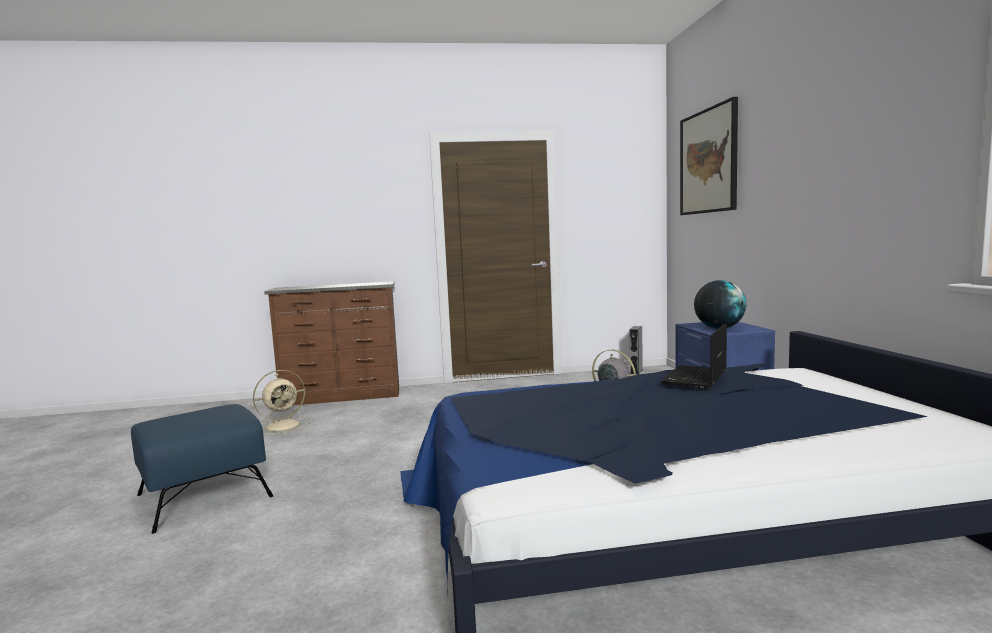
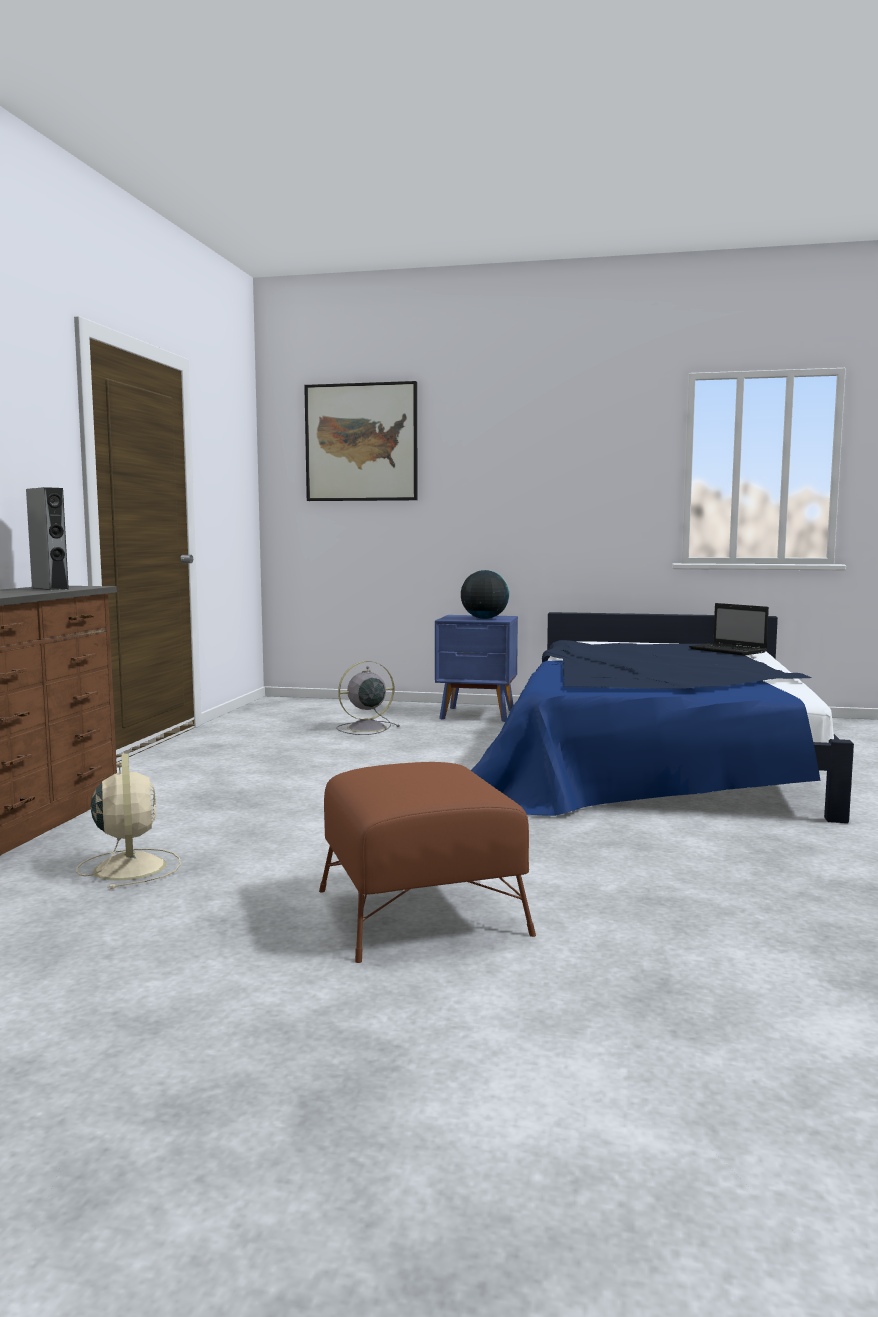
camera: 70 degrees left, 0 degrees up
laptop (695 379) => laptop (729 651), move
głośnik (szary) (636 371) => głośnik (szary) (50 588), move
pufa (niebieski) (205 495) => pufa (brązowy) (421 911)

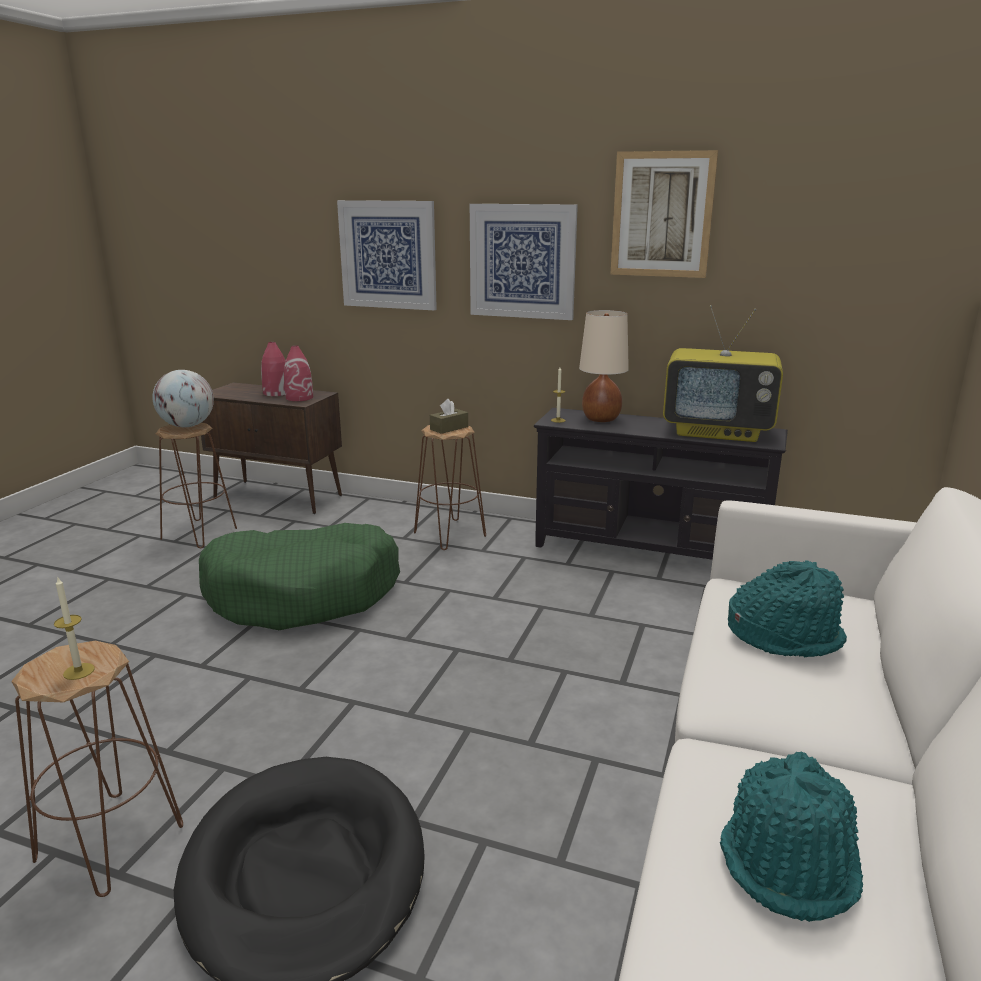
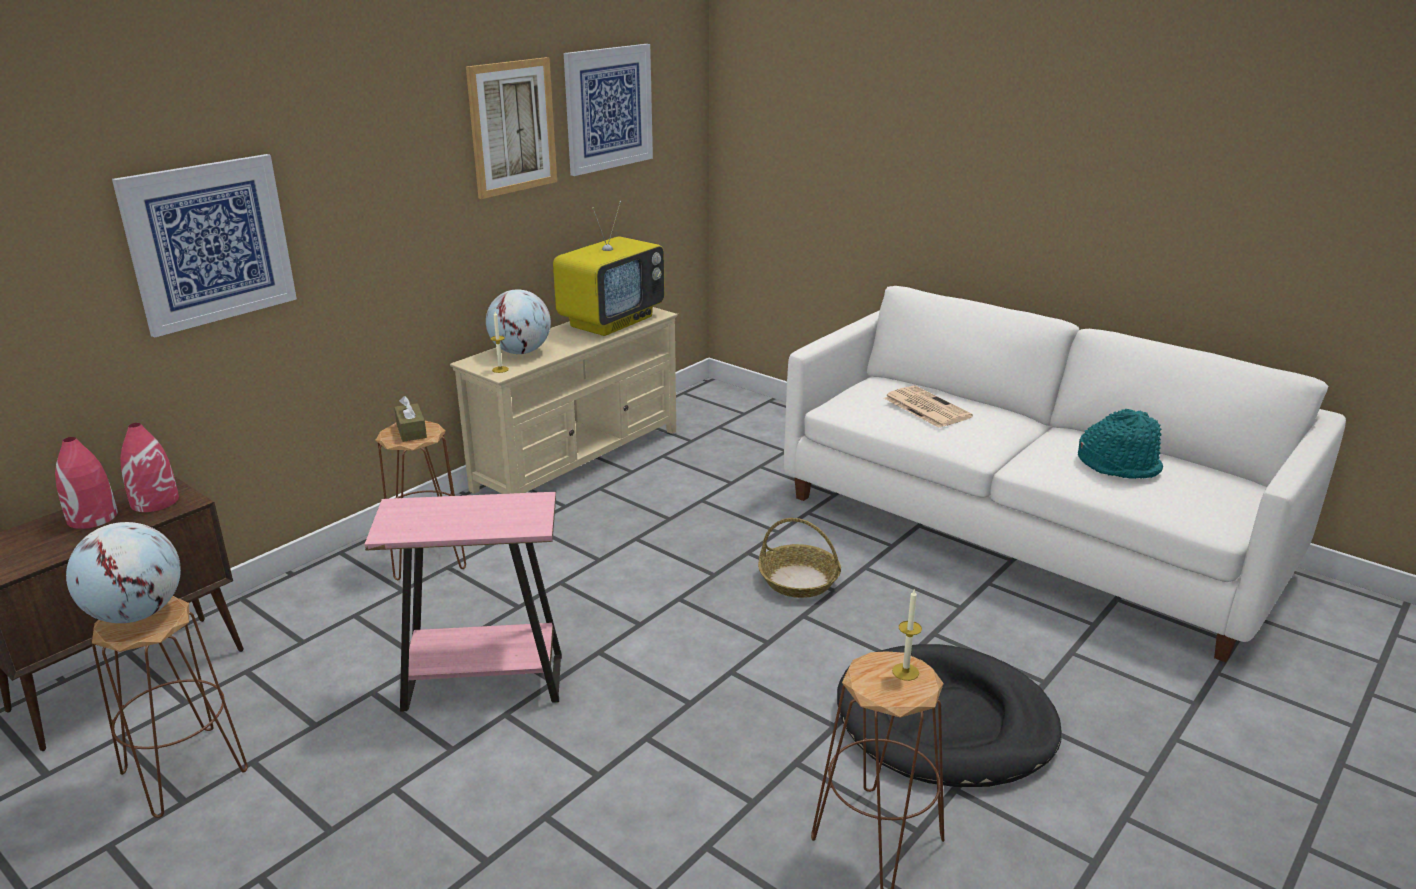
camera: 70 degrees left, 5 degrees up
obraz (522 261) => obraz (608 108), move
lampa stołowa (beżowy) (601 419) => globus (521 352)
szafka pod telewizor (czarny) (649 550) => szafka pod telewizor (beżowy) (578 460)
legowisko (zielony) (304 594) => stolik (różowy) (484 682)
kapelusz (turkusowy) (784 635) => gazeta (925 407)
nothing => koszyk (799 580)

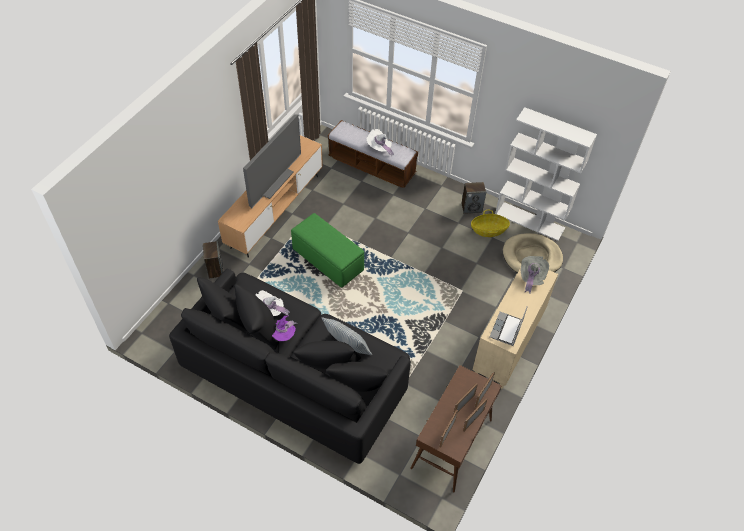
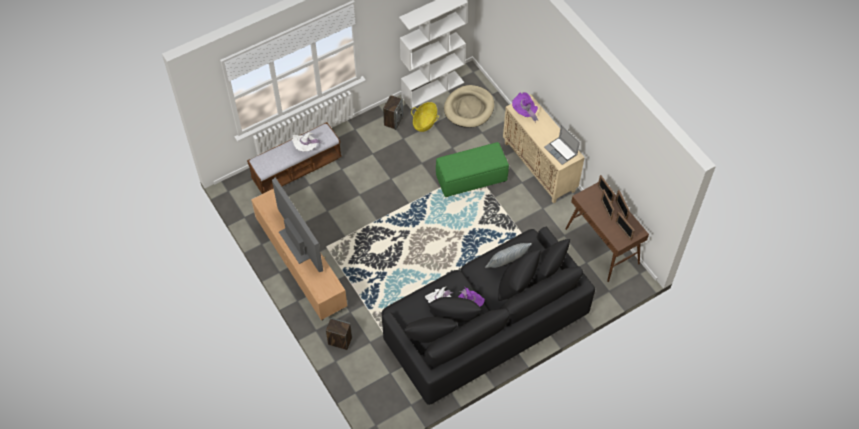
camera: 60 degrees left, 5 degrees up
pufa (zielony) (328 261) => pufa (zielony) (471 179), move
kapelusz (szary) (531 278) => kapelusz (fioletowy) (524 112)

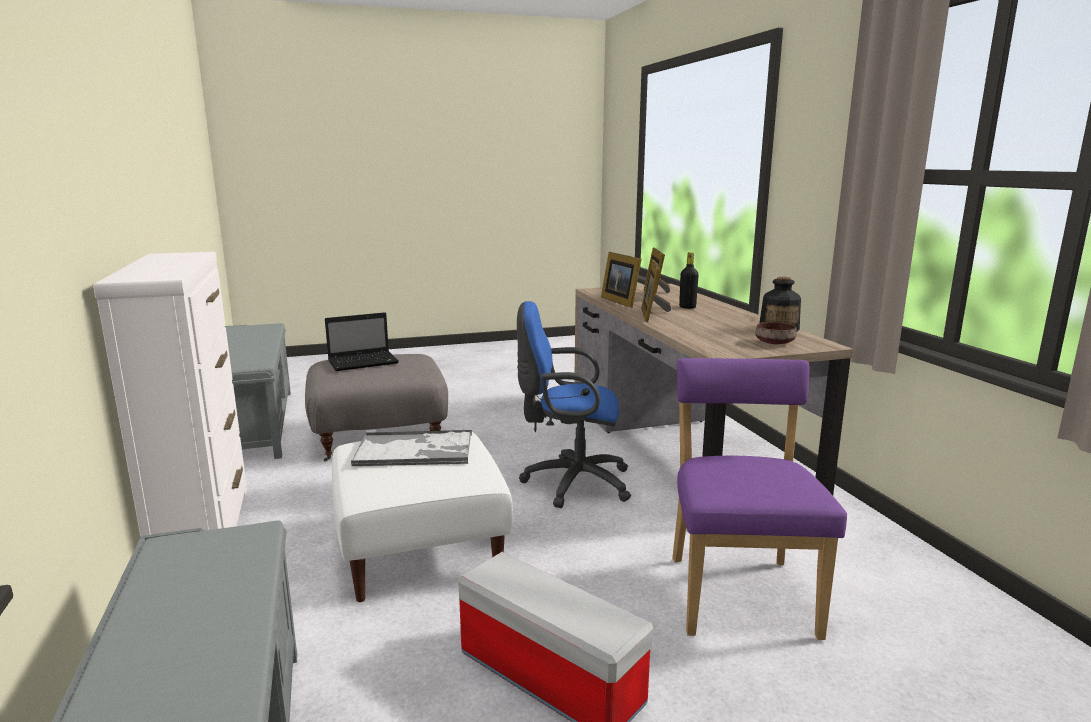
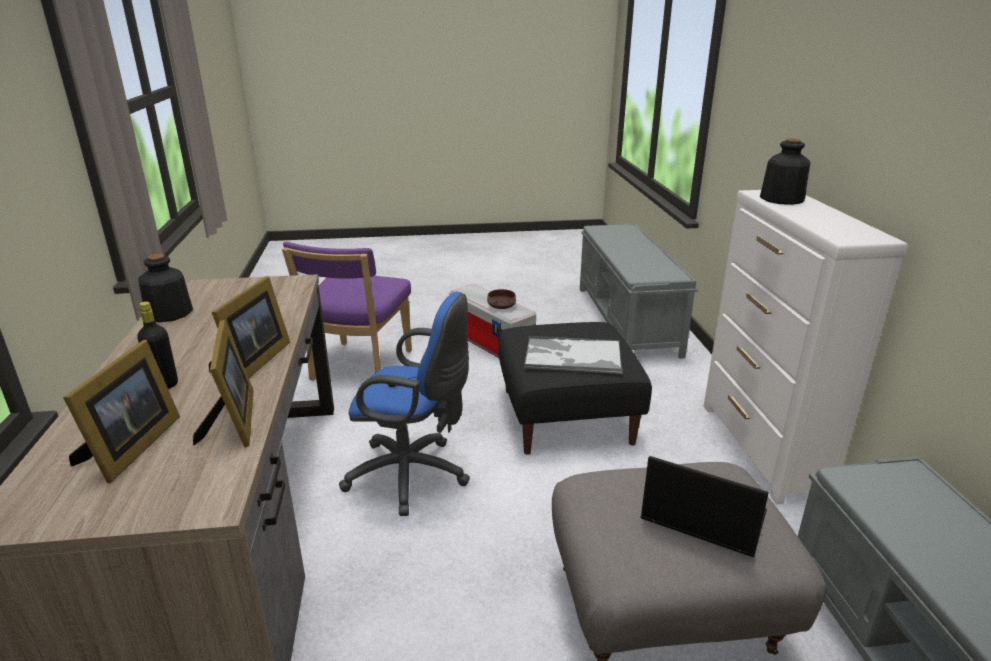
camera: 170 degrees left, 10 degrees up
laptop (364 362) => laptop (700 517), 45 degrees clockwise
miska (brązowy) (773 343) => miska (brązowy) (501 307), move
pufa (biały) (421 549) => pufa (czarny) (565 415)
nothing => butelka (781 199)

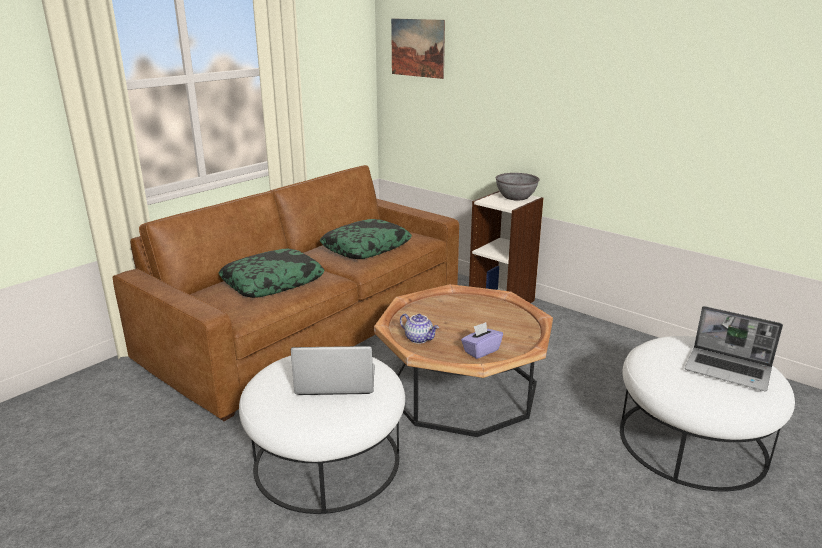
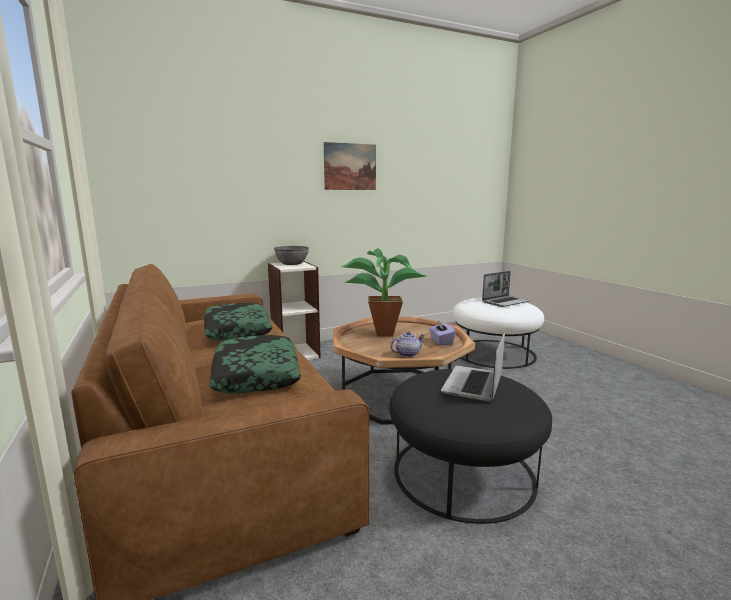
camera: 65 degrees left, 10 degrees down
obraz (417 48) => obraz (350 166), move
pufa (biały) (326 460) => pufa (czarny) (463 473)
nothing => roślina doniczkowa (380 333)

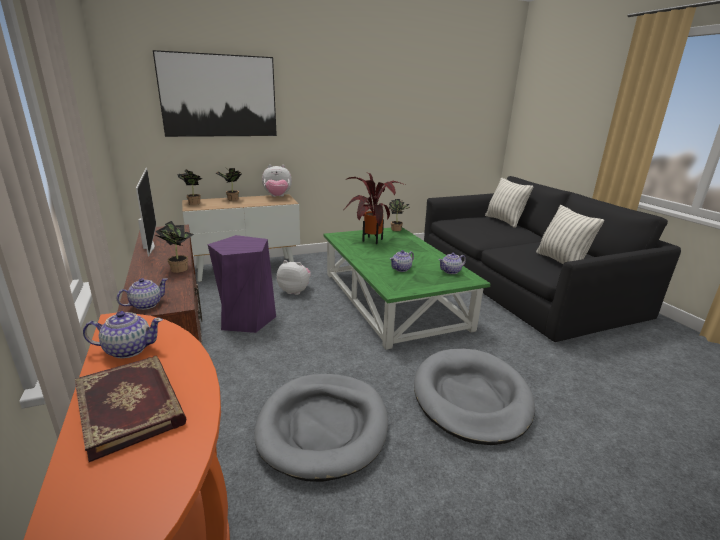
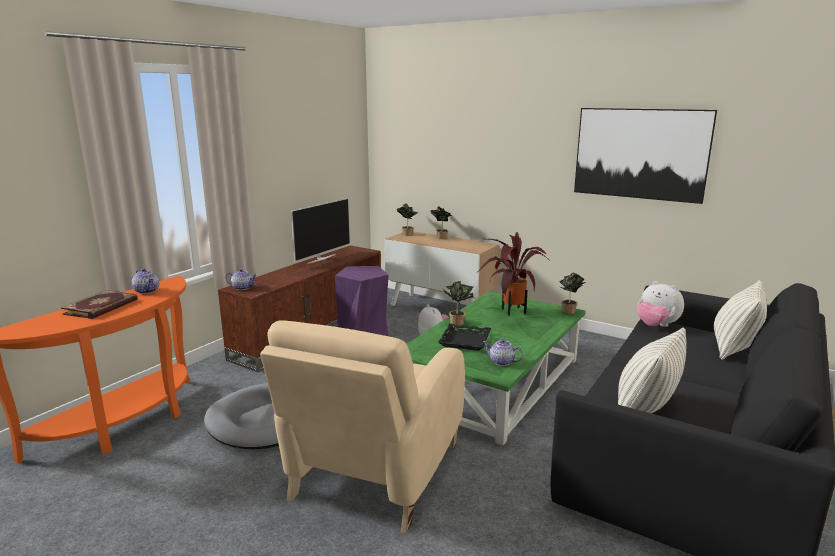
camera: 55 degrees right, 5 degrees down
obraz (219 96) => obraz (640 154), move
pluszak (277 197) => pluszak (656 326), move
roślina doniczkowa (178 268) => roślina doniczkowa (457 321), move
imbryk (401 269) => taca (czarny) (465 341)
legowisko (szary) (471 398) => fotel (beżowy) (374 473)

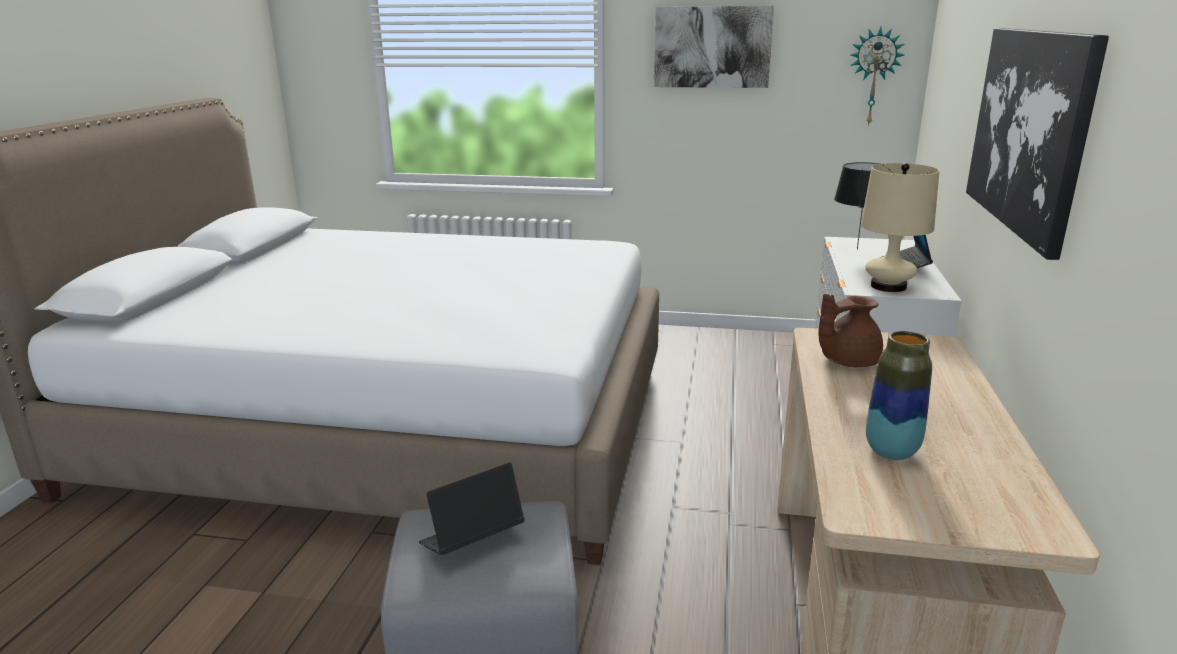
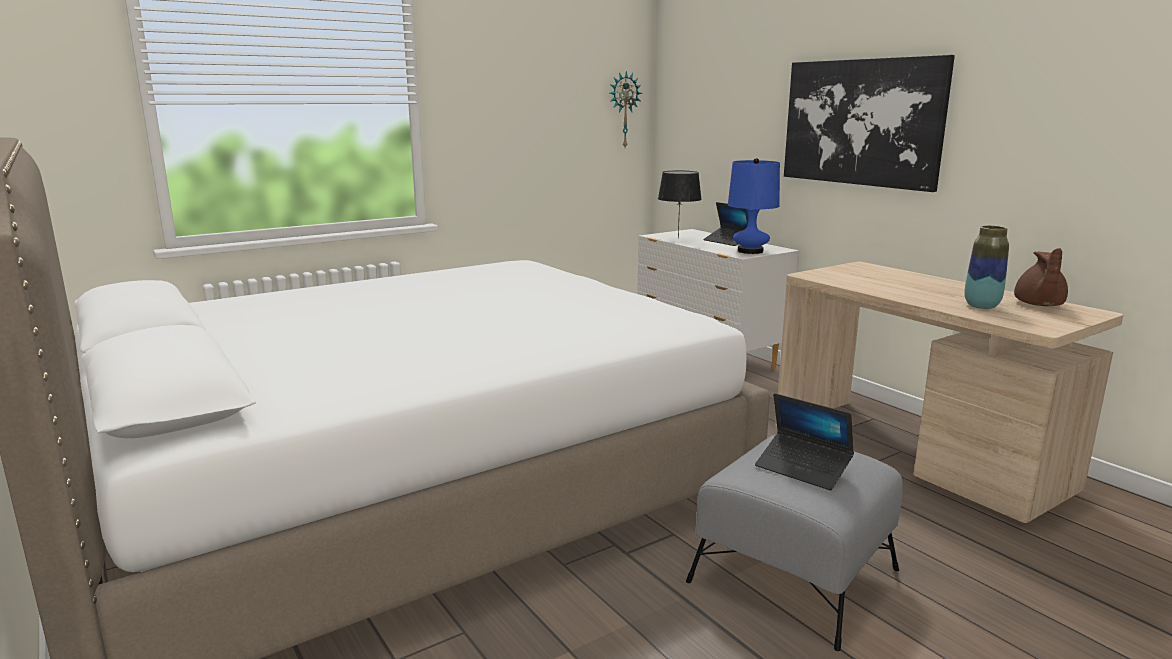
camera: 45 degrees left, 5 degrees down
obraz (712 47) => nothing
lampa stołowa (beżowy) (888 286) => lampa stołowa (niebieski) (750 251)
imbryk (brązowy) (846 361) => imbryk (brązowy) (1038 304), move
laptop (472 541) => laptop (803 468), 60 degrees counterclockwise

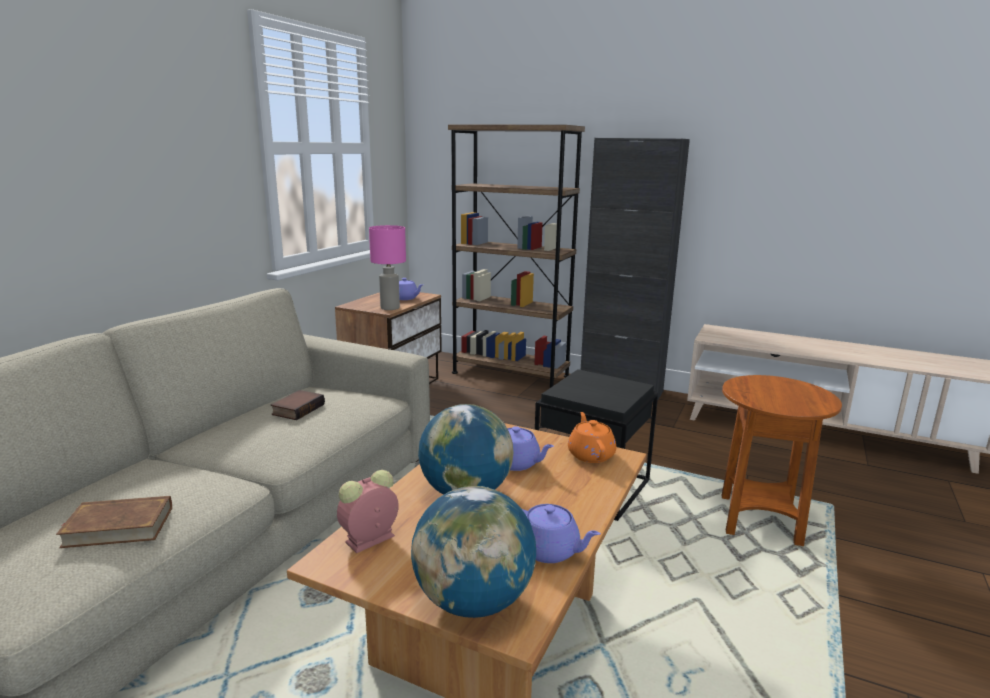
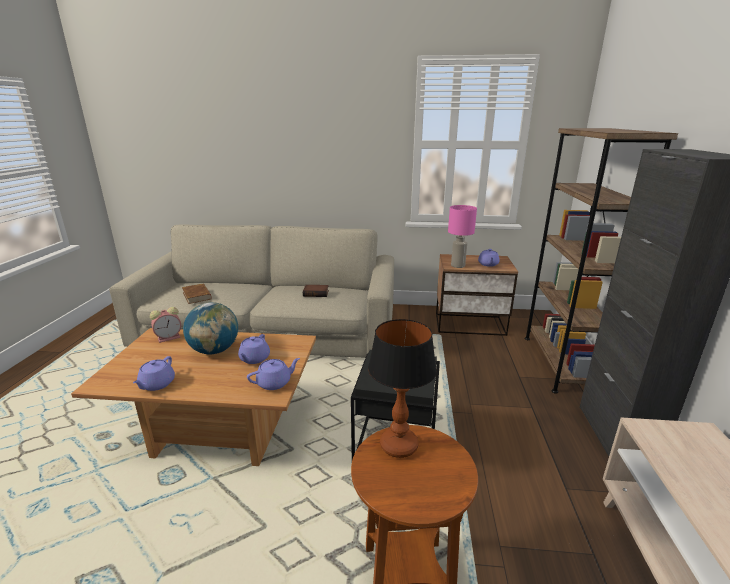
camera: 70 degrees right, 5 degrees up
imbryk (pomarańczowy) (590 454) => imbryk (fioletowy) (275 383)
budzik (368 540) => budzik (170 337), 120 degrees clockwise
globus (473 602) => nothing
nothing => lampa stołowa (398 445)

